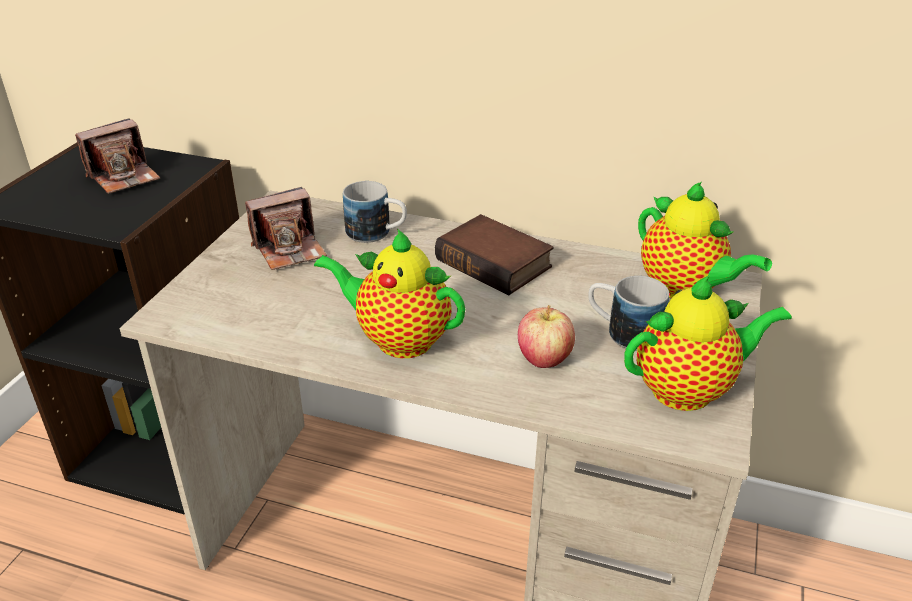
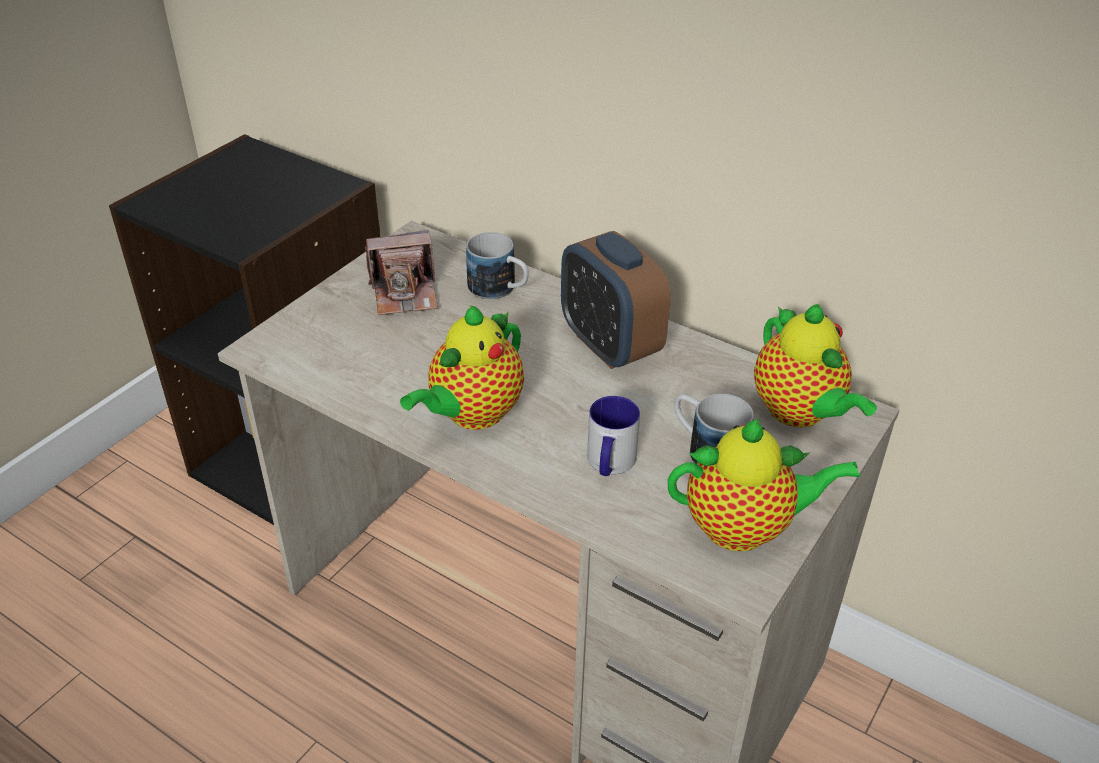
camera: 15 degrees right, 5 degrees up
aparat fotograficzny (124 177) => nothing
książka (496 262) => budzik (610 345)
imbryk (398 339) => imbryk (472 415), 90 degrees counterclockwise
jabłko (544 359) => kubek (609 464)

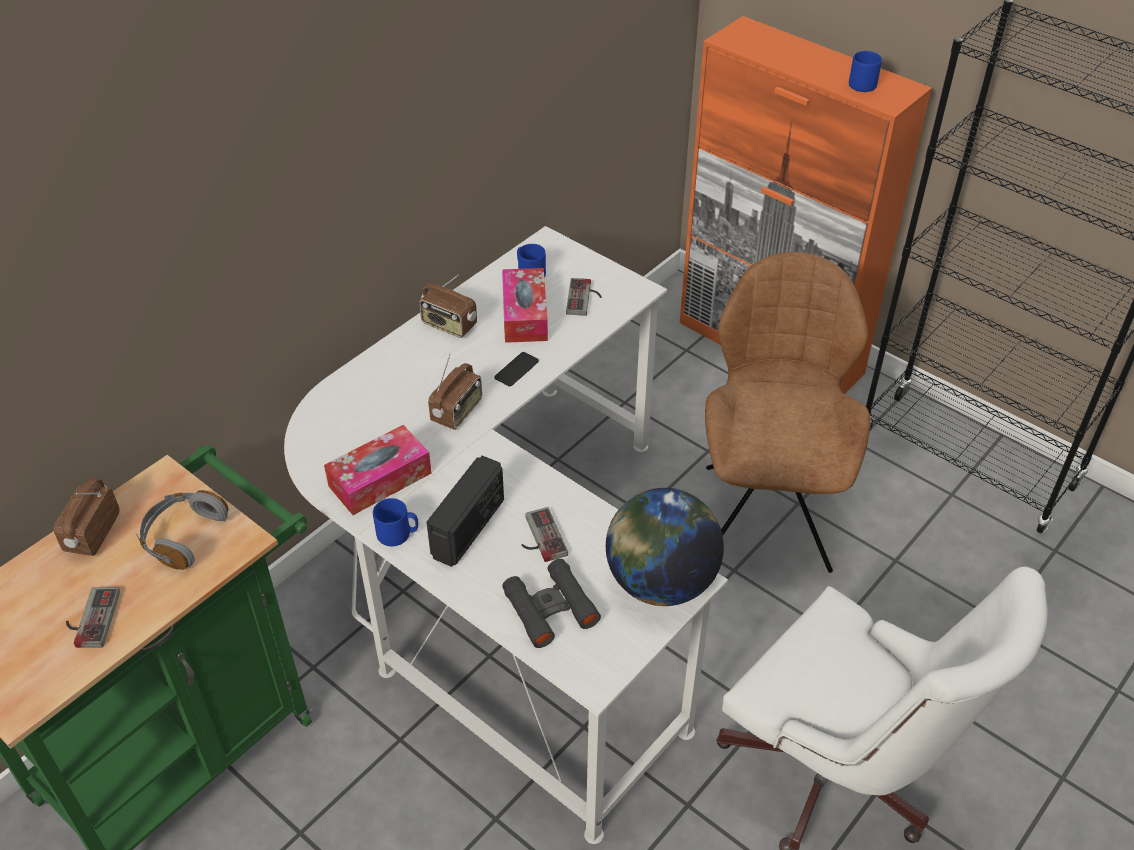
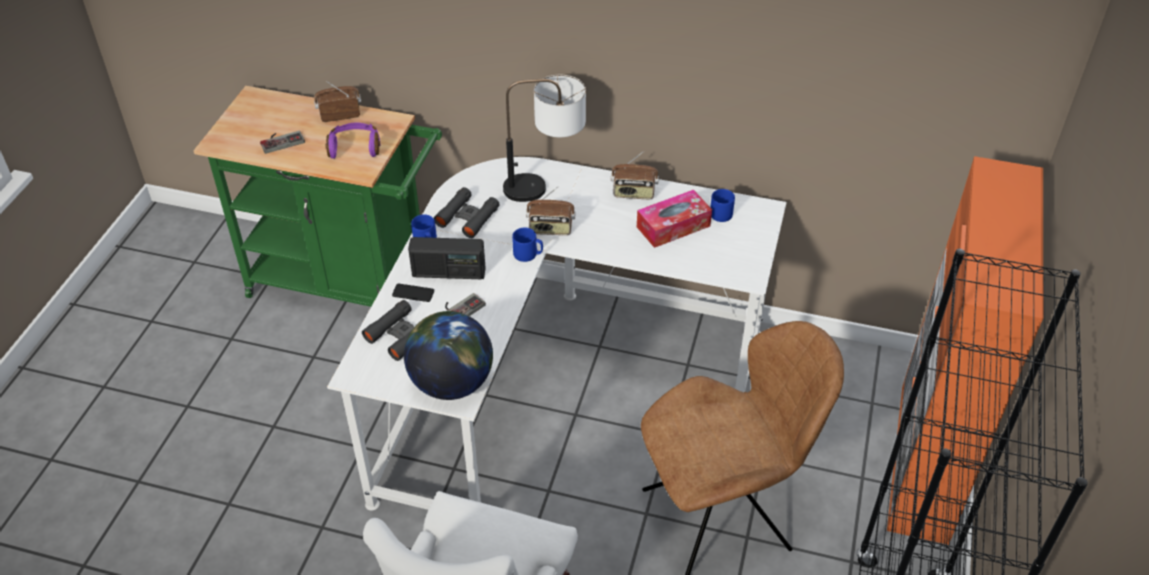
camera: 65 degrees right, 0 degrees up
kubek (niebieski) (864 83) => kubek (niebieski) (528 254), move
radio (449 325) => radio (633 193), 90 degrees counterclockwise
pad do gier (584 298) => nothing
telefon (516 369) => telefon (413 293), move
pudełko chusteczek (380 479) => lornetka (czarny) (467 217)
słuchawki (szary) (182 536) => słuchawki (fioletowy) (354 147)
nothing => lampa stołowa (545 187)

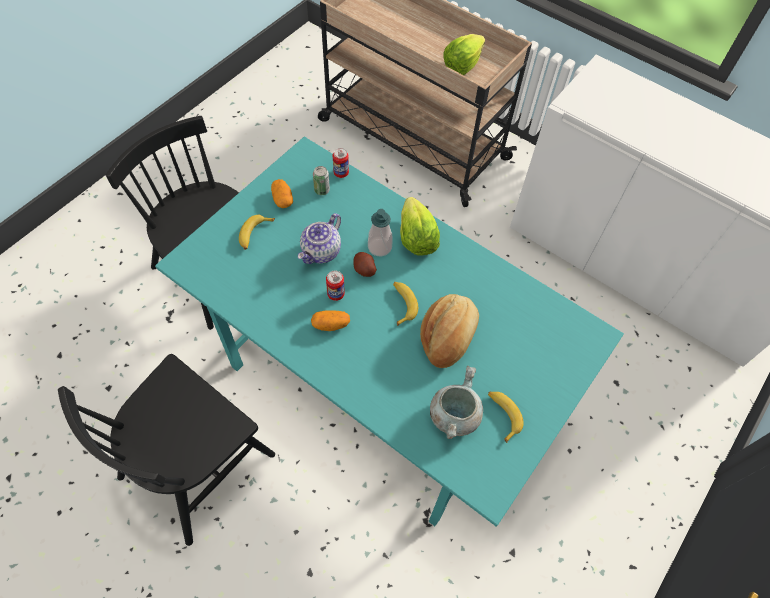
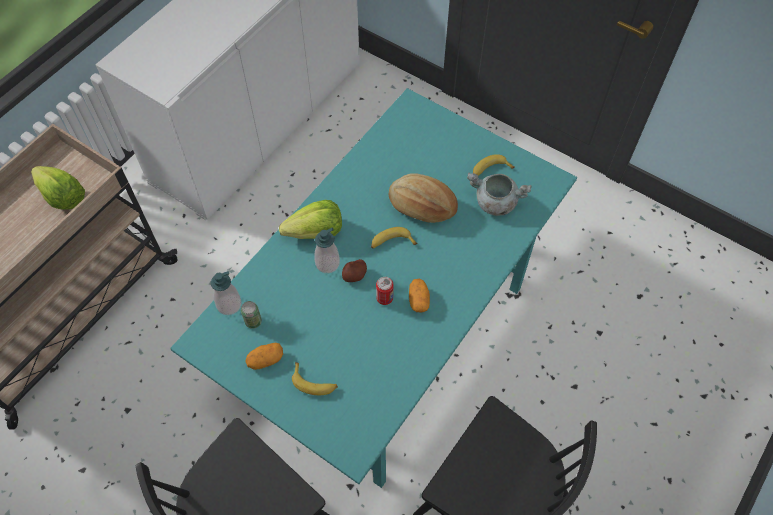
camera: 90 degrees left, 0 degrees up
puszka (341 173) => dozownik mydła (229 304)
imbryk (321 252) => nothing

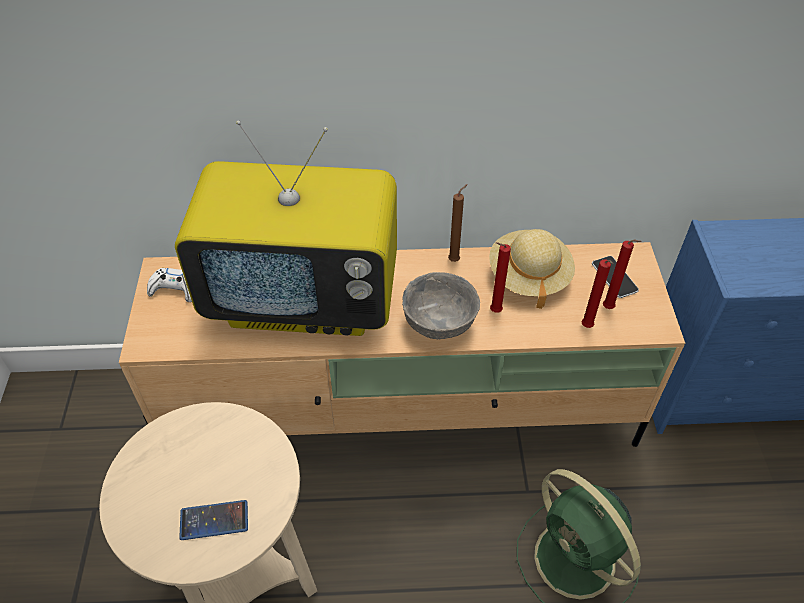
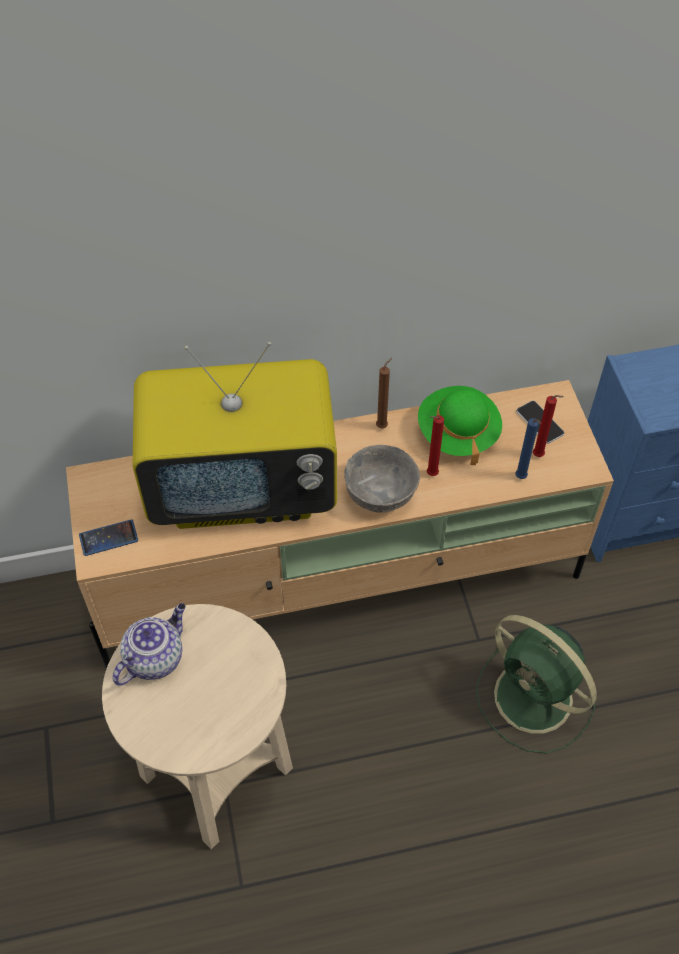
camera: 10 degrees left, 5 degrees up
kapelusz (beżowy) (528 276) => kapelusz (zielony) (457 433)
świeca (czerwony) (587 328) => świeca (niebieski) (521 478)
pad do gier (biały) (175 289) => nothing
telefon (214 520) => telefon (108 538), move
nothing => imbryk (155 657)

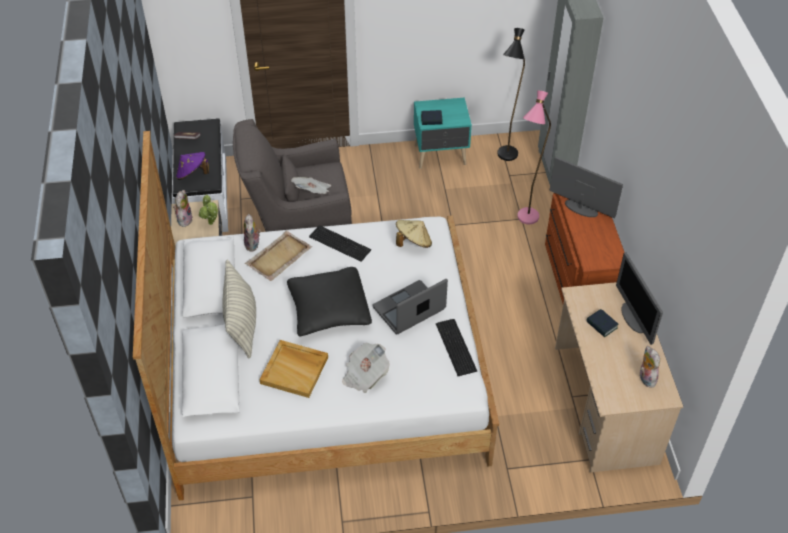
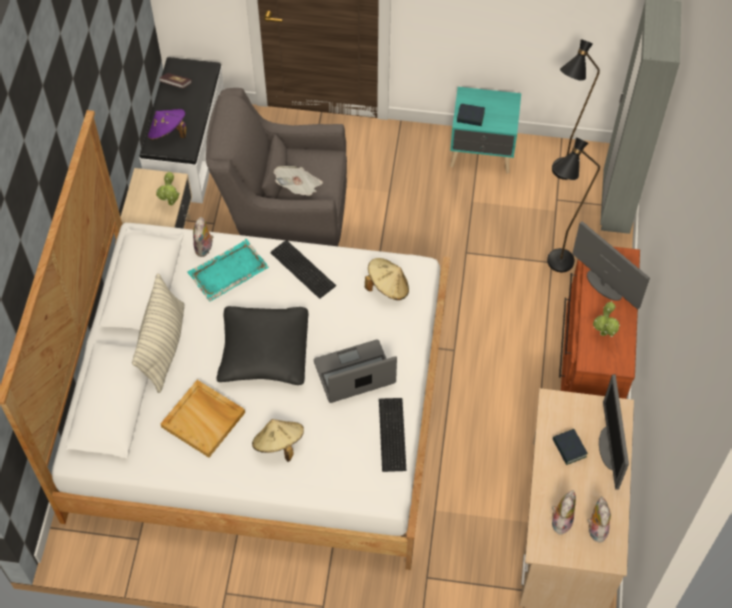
camera: 15 degrees right, 10 degrees up
lampa stojąca (różowy) (525 222) => lampa stojąca (czarny) (554 268)
pluszak (184 219) => pluszak (560 520), move
taca (beżowy) (278 257) => taca (turkusowy) (227 272)
gazeta (364 375) => kapelusz (beżowy) (279 444)
nothing => roślina doniczkowa (603 335)

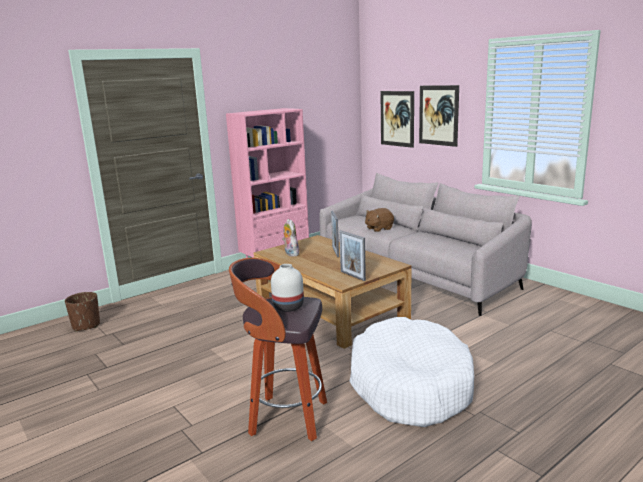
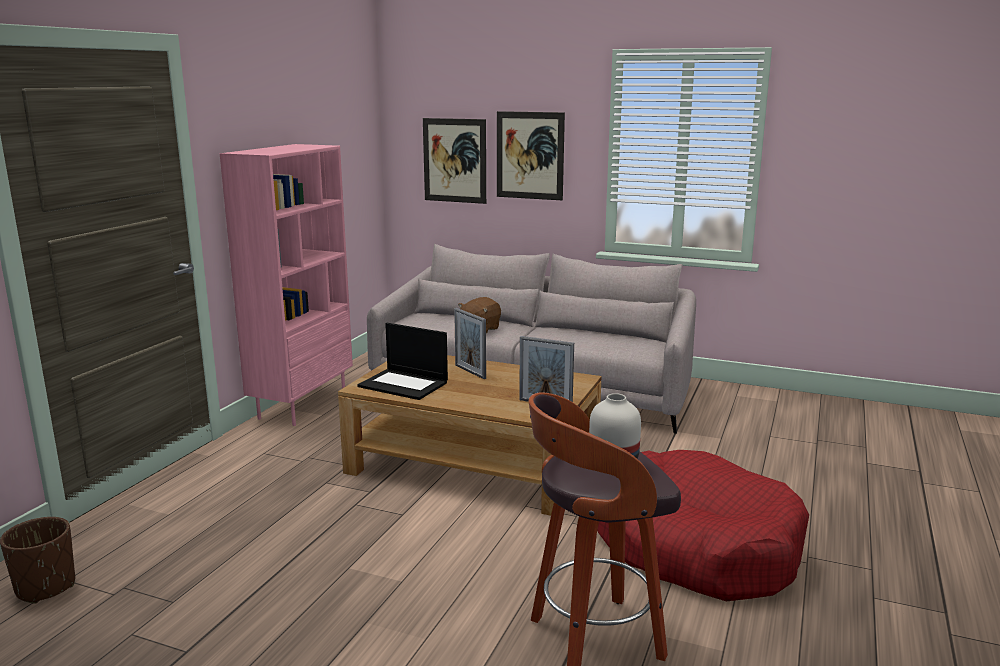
camera: 30 degrees left, 0 degrees up
pluszak (290 254) => laptop (404 384)
legowisko (biały) (409 385) => legowisko (czerwony) (696 545)

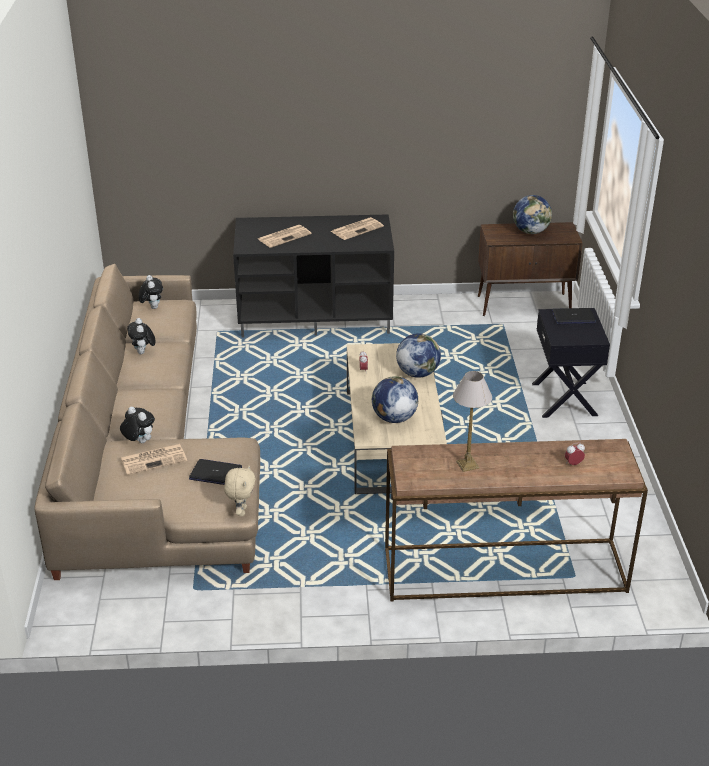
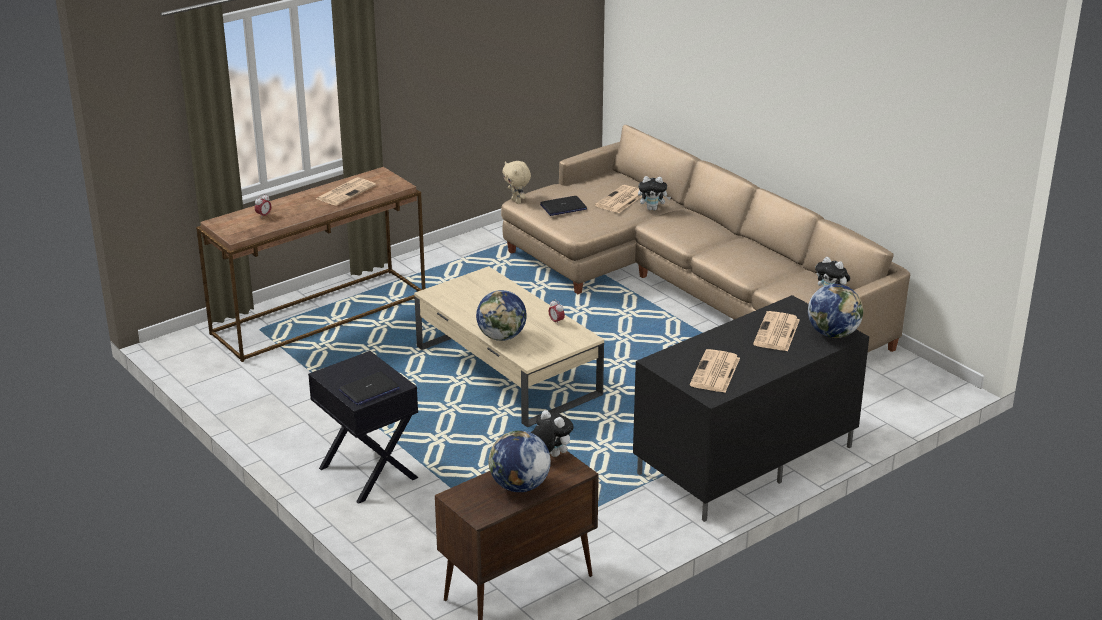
camera: 145 degrees right, 5 degrees down
pluszak (143 352) => pluszak (550 455), move
lampa stołowa (467 465) => gazeta (346 192)
globus (394 418) => globus (833 334), move

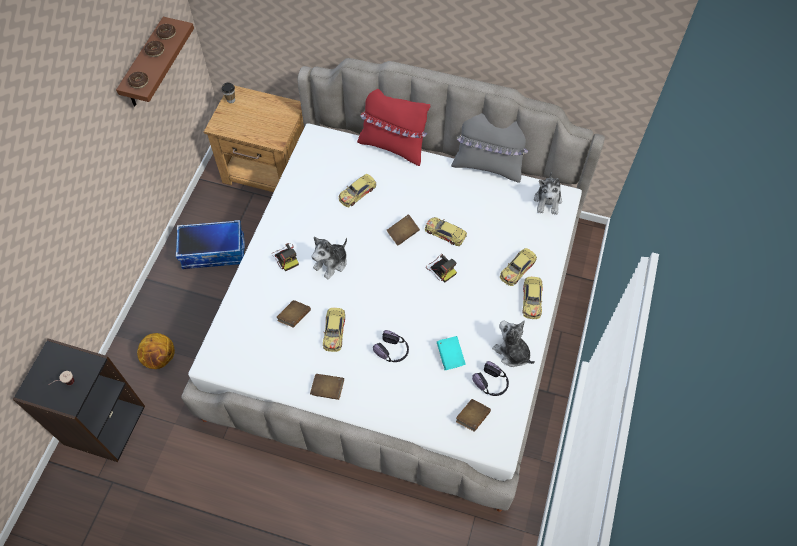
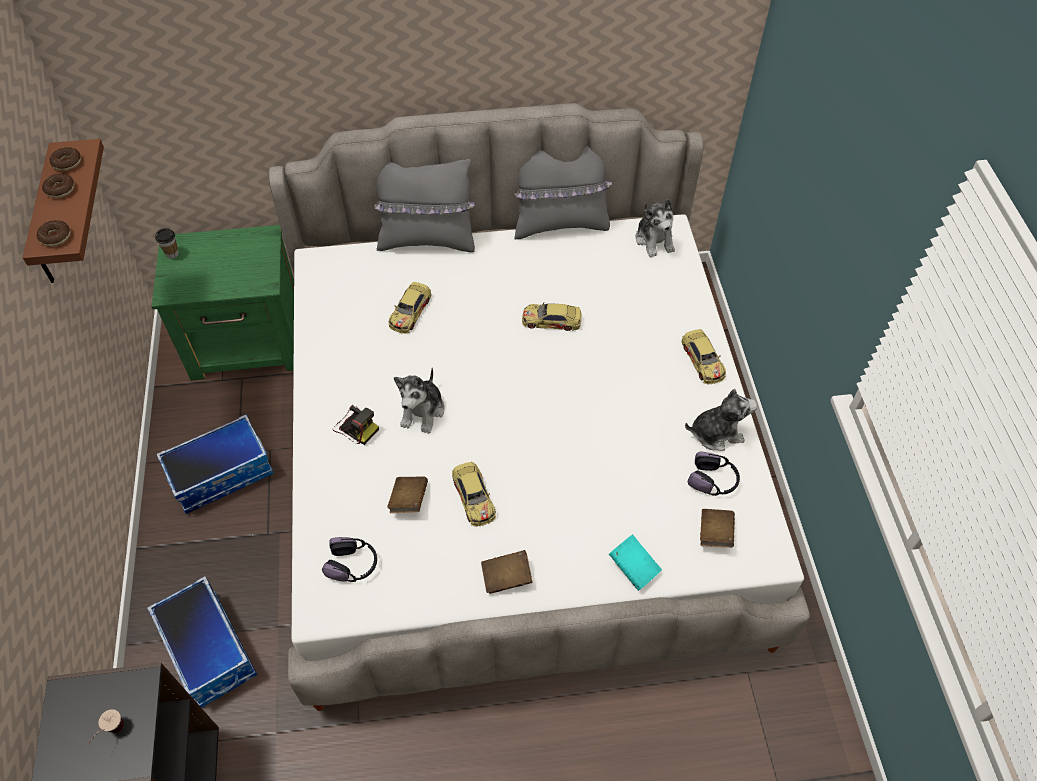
camera: 25 degrees left, 5 degrees down
szafka nocna (brązowy) (268 170) => szafka nocna (zielony) (249 342)
poduszka (czerwony) (393 146) => poduszka (szary) (427 240)
książka (brązowy) (403 234) => nothing
samochodzik (517 269) => nothing
aparat fotograficzny (441 268) => nothing
pluszak (512 352) => pluszak (716 433), 150 degrees clockwise
słuchawki (392 351) => słuchawki (353 565), move
piłka do koszykówki (160 358) => pojemnik do przechowywania (210 650)
książka (turkusowy) (450 356) => książka (turkusowy) (633 567), move

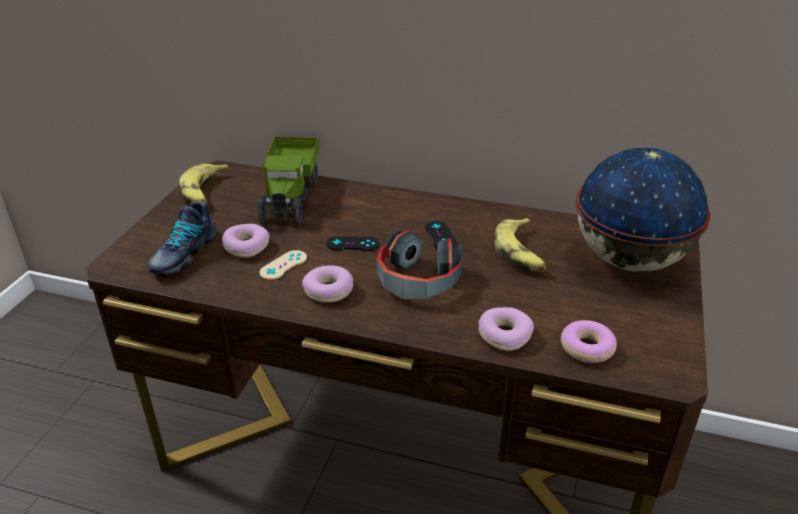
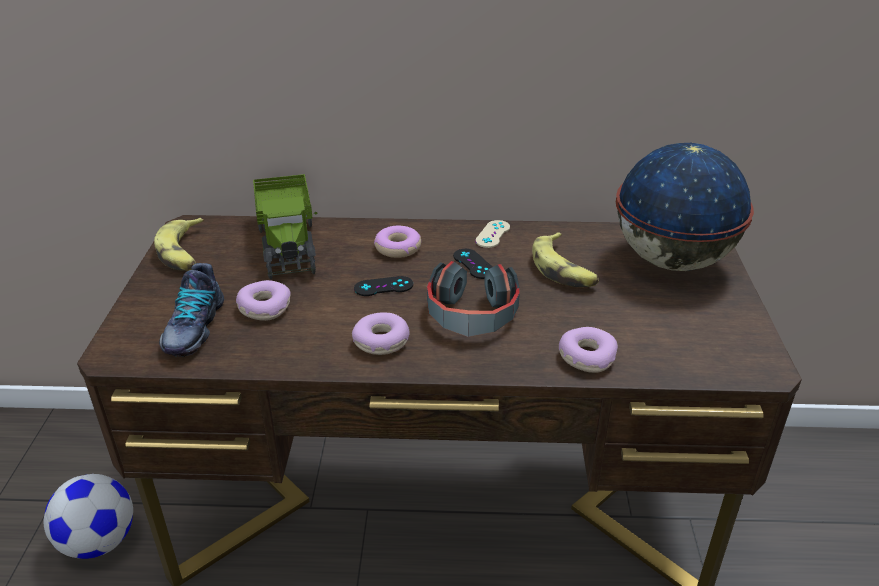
camera: 15 degrees left, 0 degrees up
pad do gier (beżowy) (283 265) => pad do gier (beżowy) (493 234), move
donut (587 348) => donut (398 248), move
nothing => piłka futbolowa (99 541)

